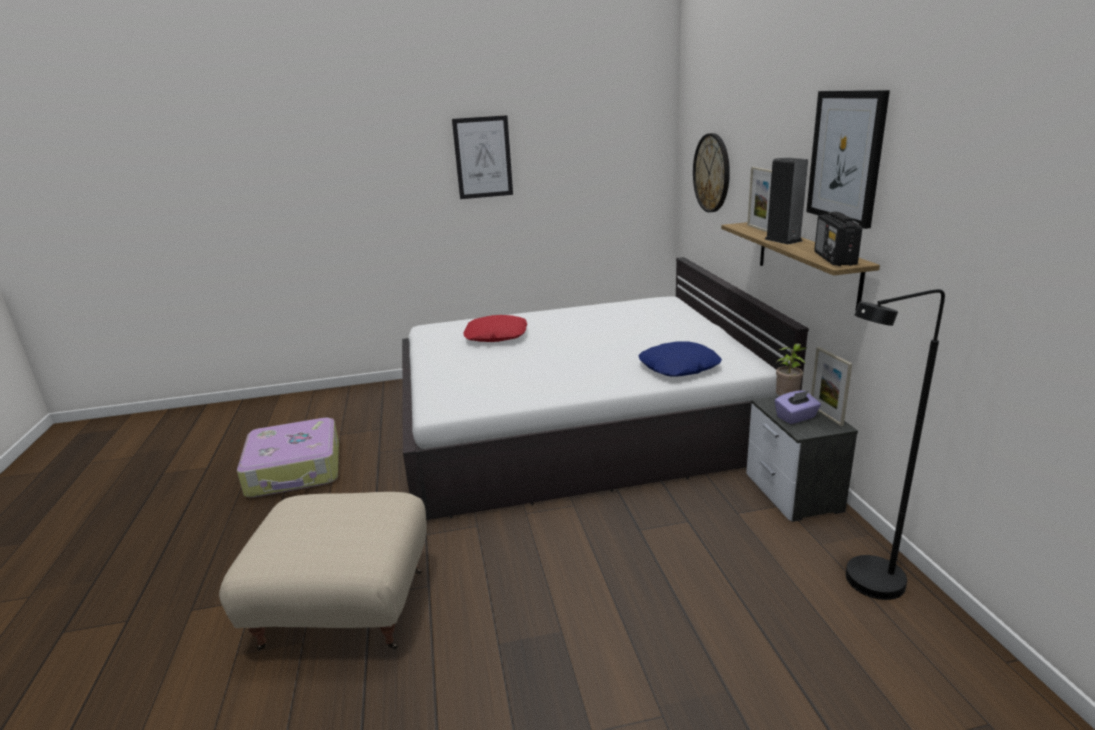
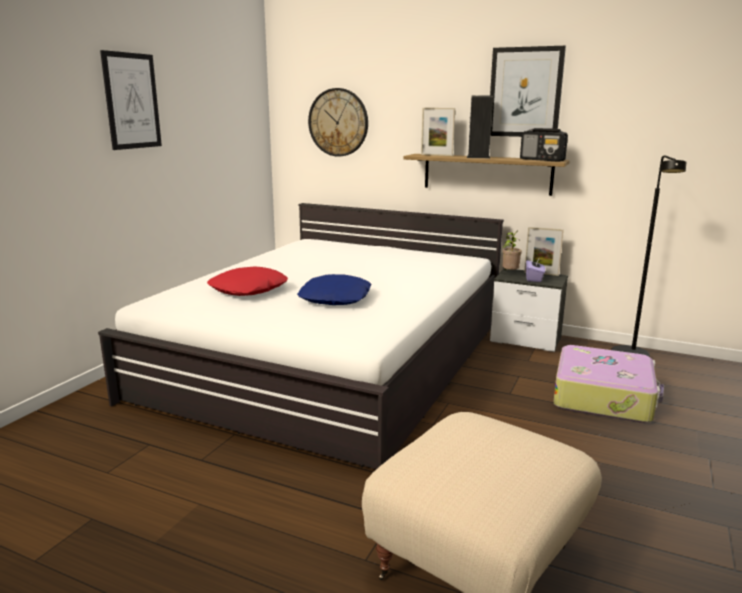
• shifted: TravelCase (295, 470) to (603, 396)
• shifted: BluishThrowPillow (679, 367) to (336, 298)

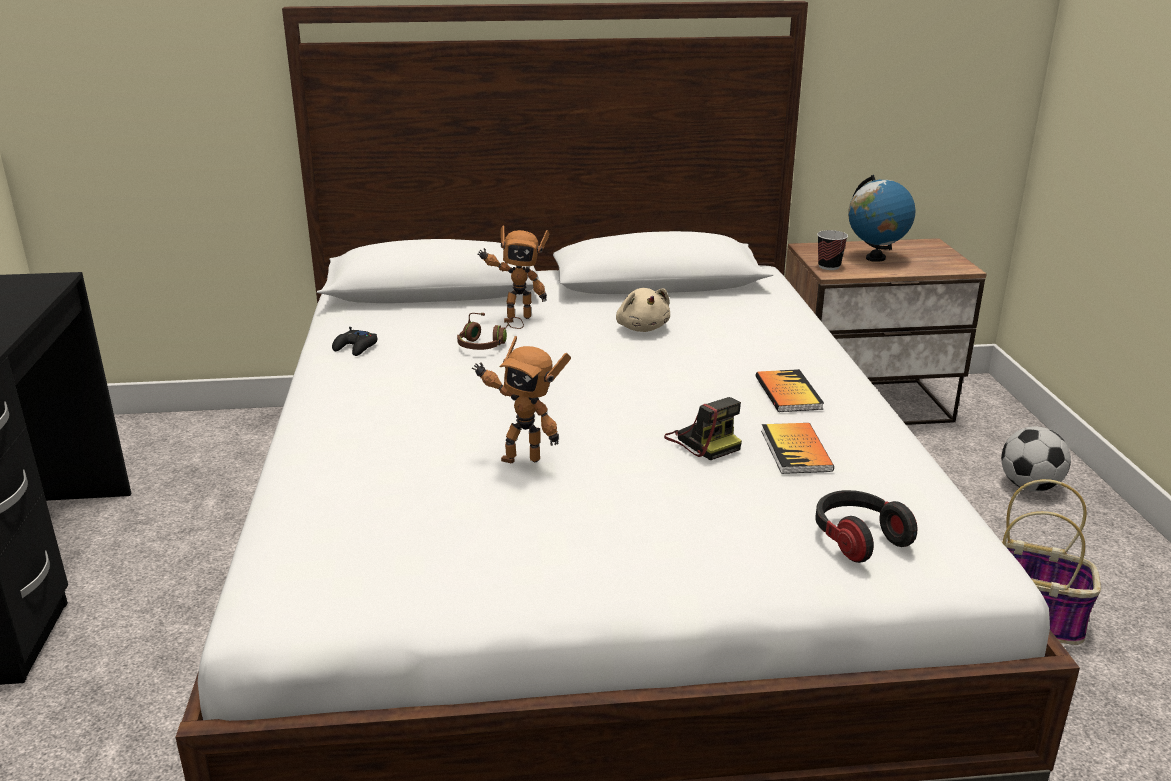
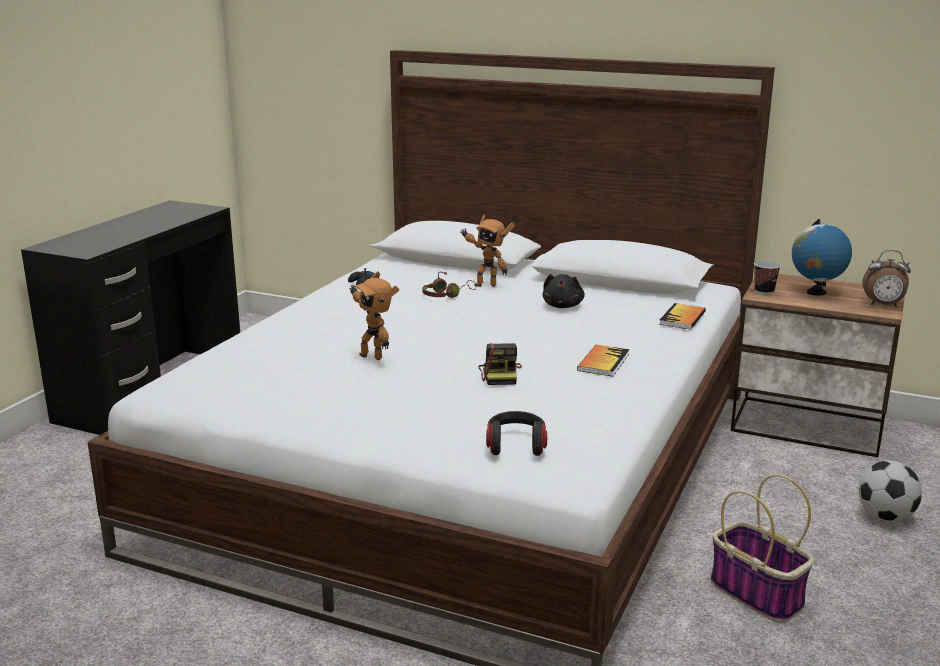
• new: TableClock (883, 305)
• shifted: Book (796, 450) to (682, 318)
• repainted: BeigePlushToy (642, 328) to BlackPlushToy (563, 306)

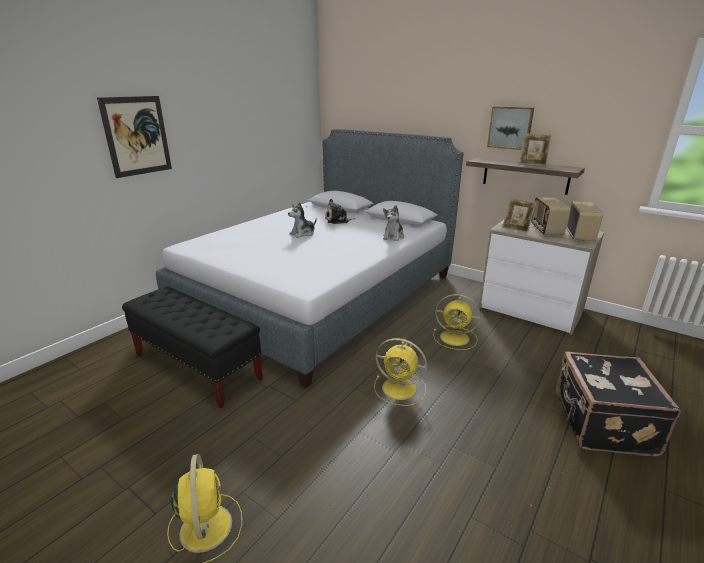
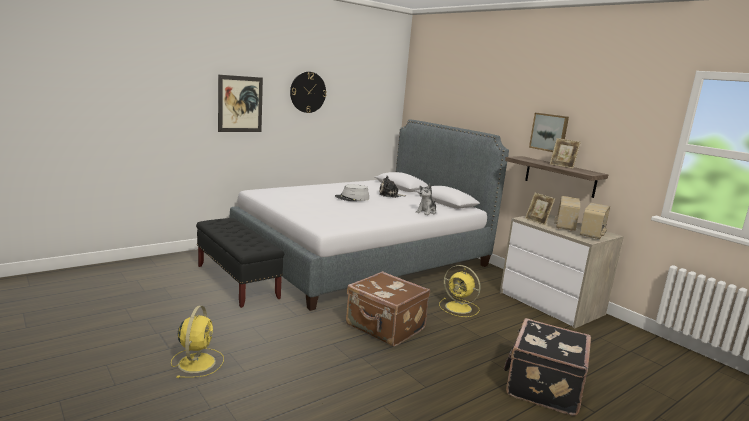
• new: ClockOnTheWall (308, 92)
• swapped: PlushToy (303, 233) to GreyishHat (352, 198)
• swapped: YellowishElectricFan (401, 389) to BrownColouredTravelCase (385, 327)

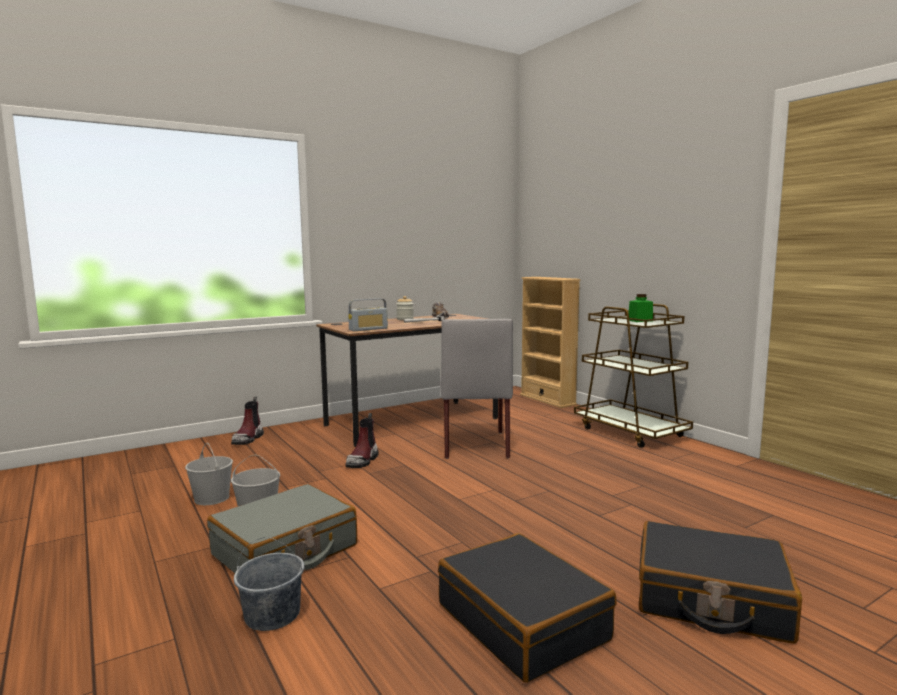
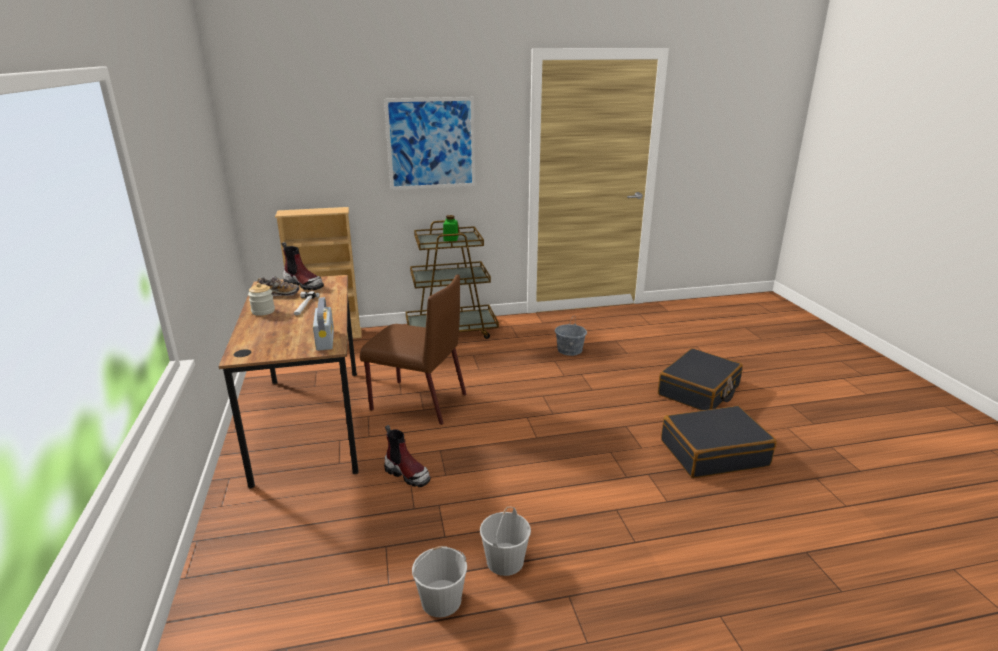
• gone: GreyishTravelCase (285, 551)
• new: Picture (431, 143)
• shifted: Boot (248, 439) to (304, 285)
• shifted: GreyishPail (273, 615) to (569, 350)
• repainted: GreyishChair (475, 444) to BrownColouredChair (417, 402)

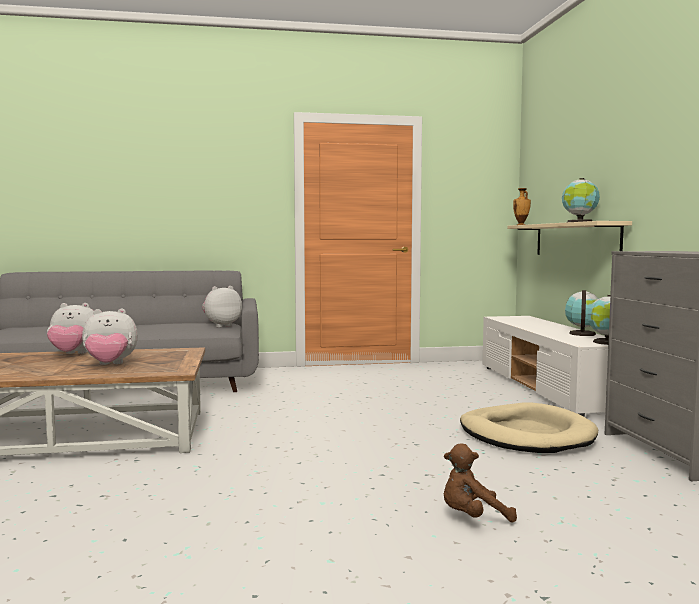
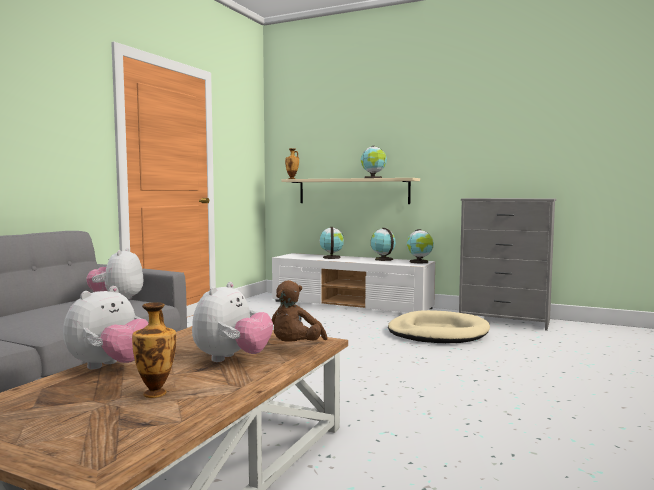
• new: DecorativeVase (156, 393)
• new: WorldGlobe (331, 257)
• shifted: BrownColouredPlushToy (472, 517) to (295, 347)

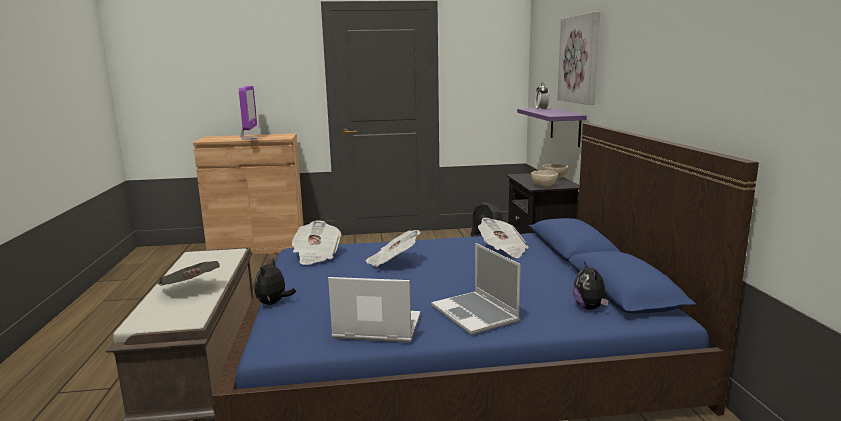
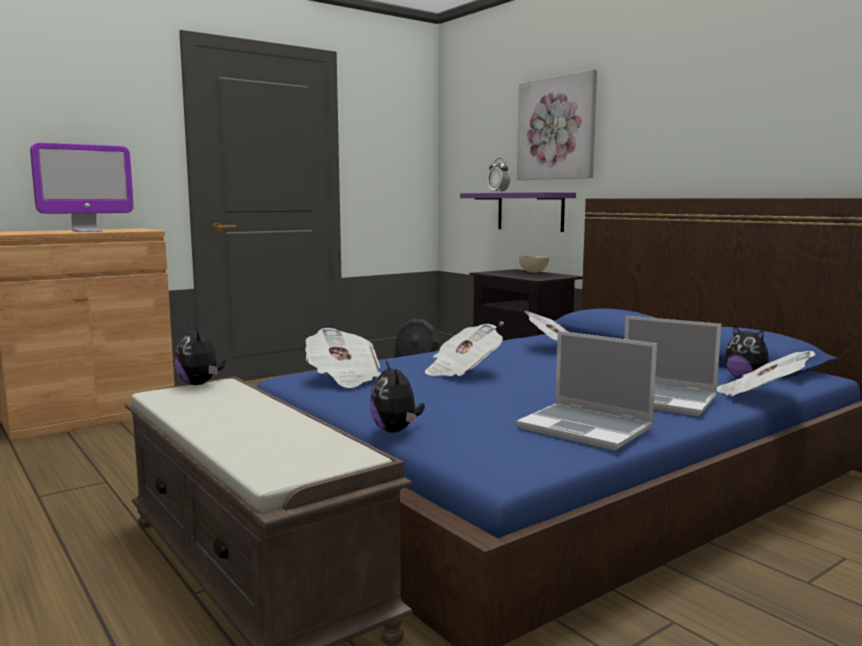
• gone: BeigeServingBowl (544, 186)
• new: PlushToy (200, 384)
• shifted: DailyPaper (191, 289) to (760, 396)
• rotated: ComputerScreen (249, 138) = (87, 231) 90 degrees clockwise
• rotated: NotebookComputer (376, 328) = (587, 428) 120 degrees counterclockwise

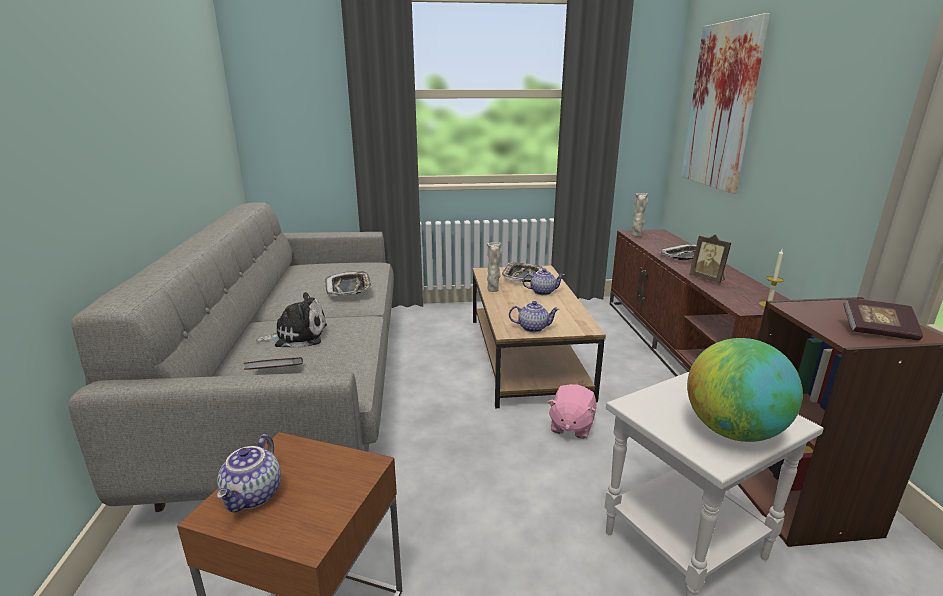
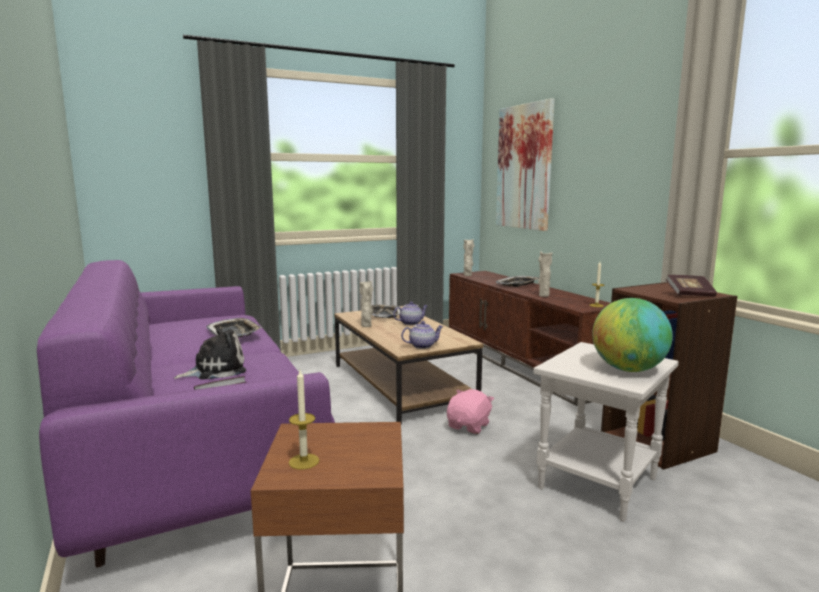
• swapped: TeaPot (254, 496) to Candle (304, 461)
• swapped: PhotoFrame (708, 279) to BeigeDecorativeVase (543, 295)
• repainted: GreyishSettee (301, 388) to PurplishSettee (194, 440)
• rotated: PinkishPlushToy (571, 426) = (469, 426) 150 degrees counterclockwise

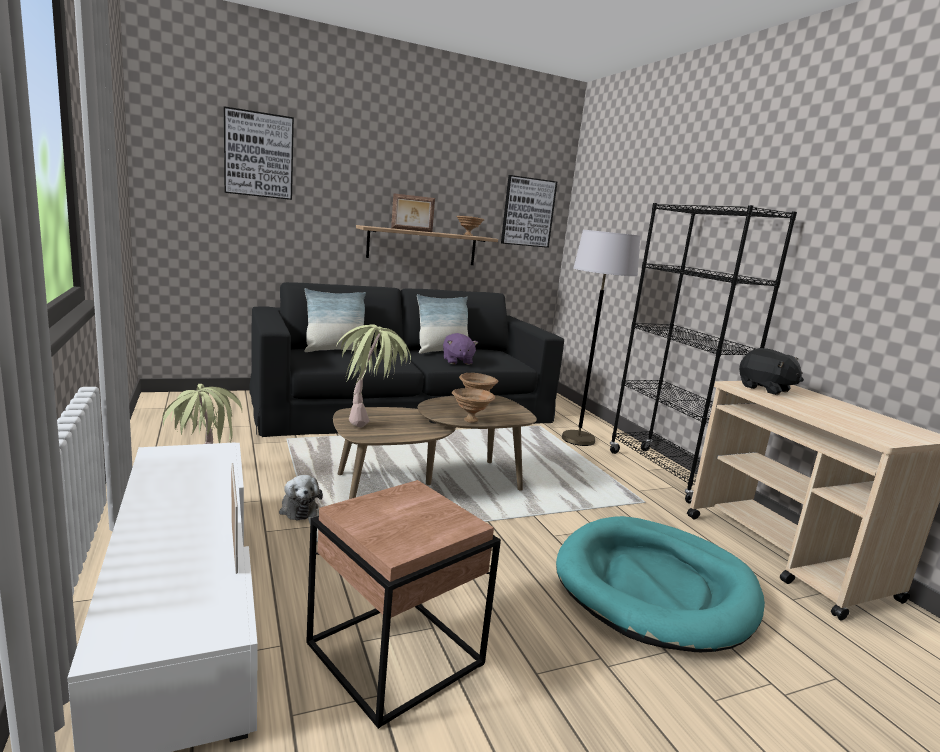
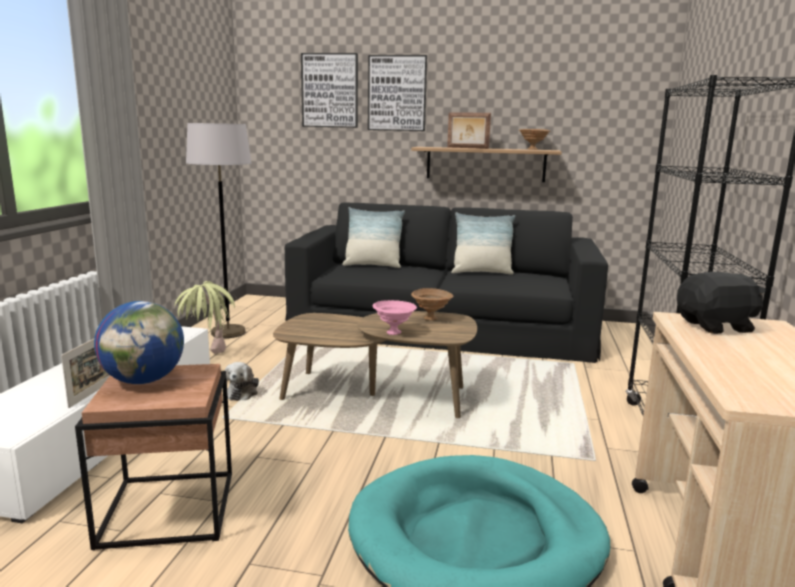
• gone: PlantInAPot (371, 419)
• gone: PurplishPlushToy (457, 361)
• new: WorldGlobe (144, 380)
• shifted: Picture (528, 212) to (397, 93)
• shifted: GreyishFloorLamp (578, 439) to (228, 332)
• repainted: BrownColouredServingBowl (470, 420) to PinkishServingBowl (393, 332)
• rotated: BlackPlushToy (765, 389) = (716, 326) 90 degrees counterclockwise

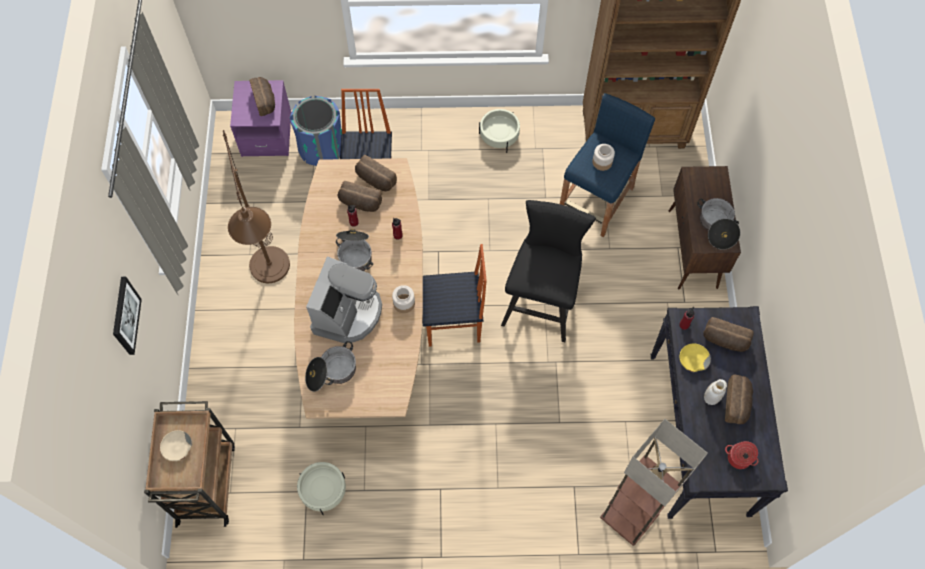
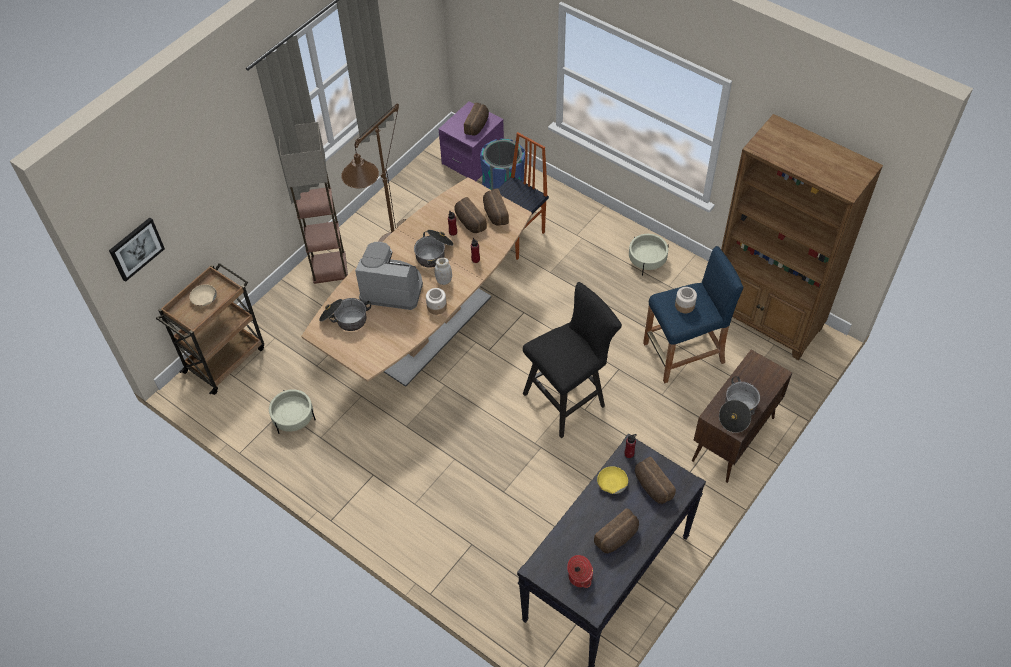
• gone: Chair (453, 324)
• shifted: Picture (125, 316) to (136, 248)
• shifted: FloorLamp (628, 516) to (328, 267)
• shifted: WhitishPreserveJar (711, 398) to (444, 280)
• rotated: CoffeeMachine (347, 313) = (392, 288) 135 degrees counterclockwise

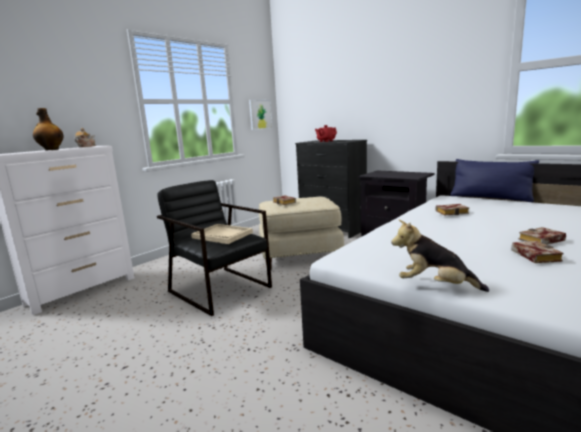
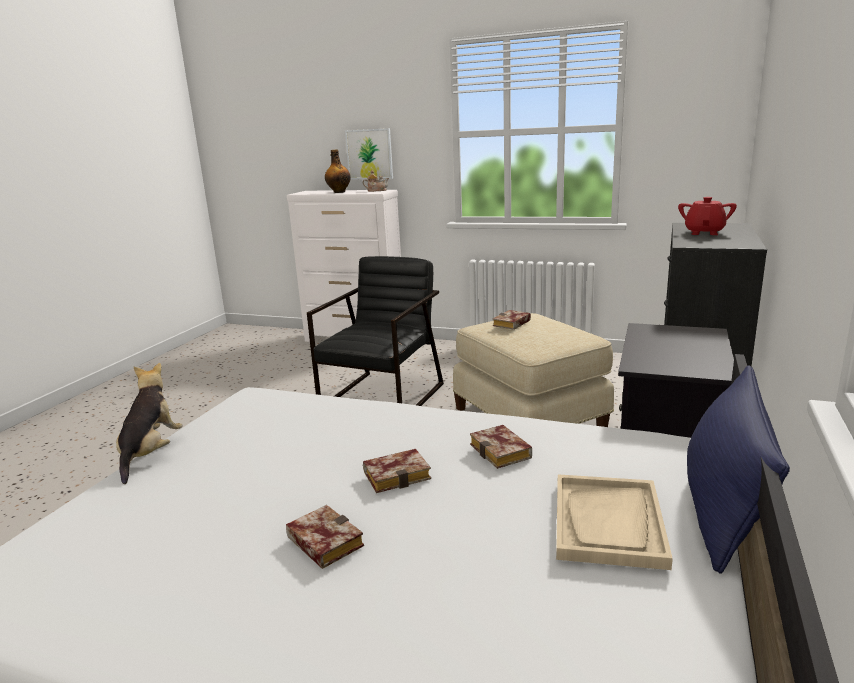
• shifted: BeigeServingTray (222, 235) to (608, 523)
• shifted: Picture (260, 114) to (369, 154)
• shifted: Book (533, 255) to (398, 475)

